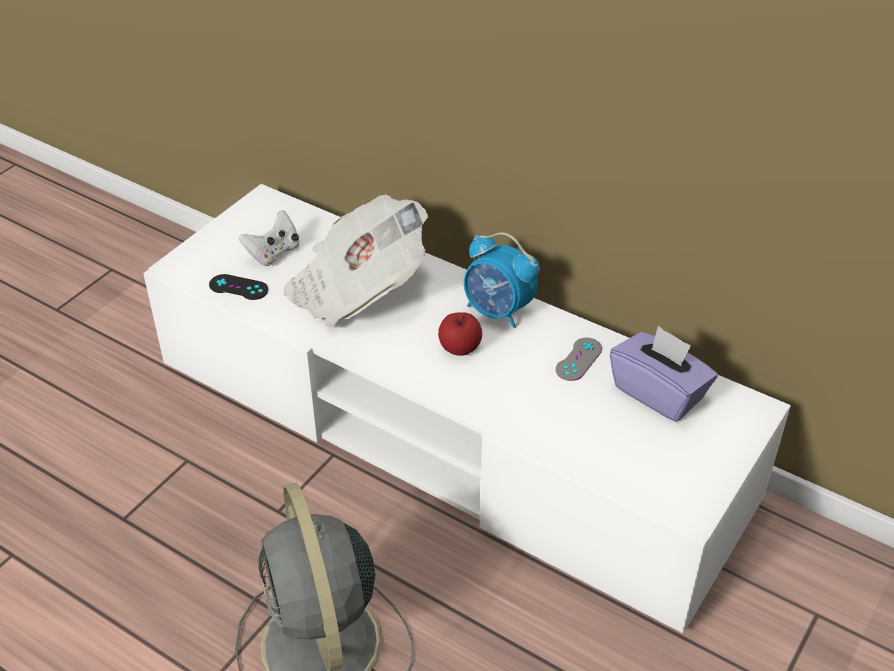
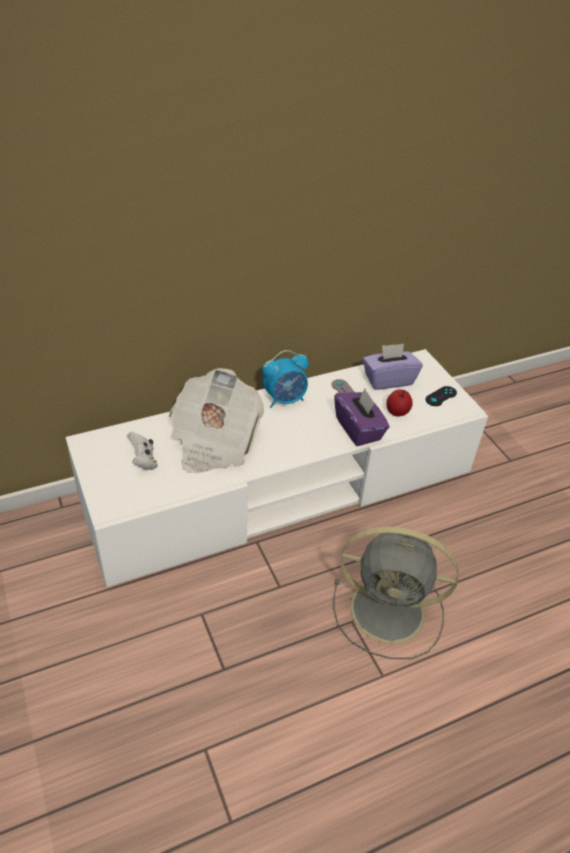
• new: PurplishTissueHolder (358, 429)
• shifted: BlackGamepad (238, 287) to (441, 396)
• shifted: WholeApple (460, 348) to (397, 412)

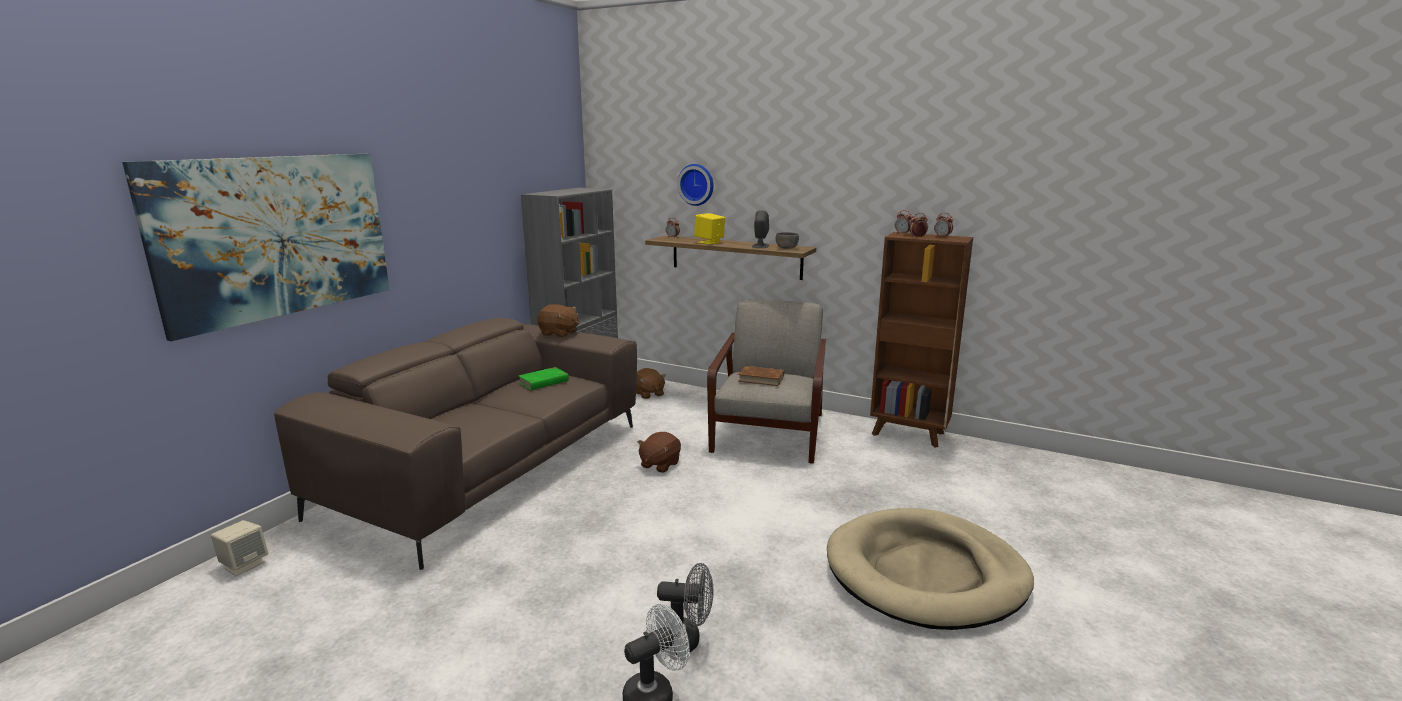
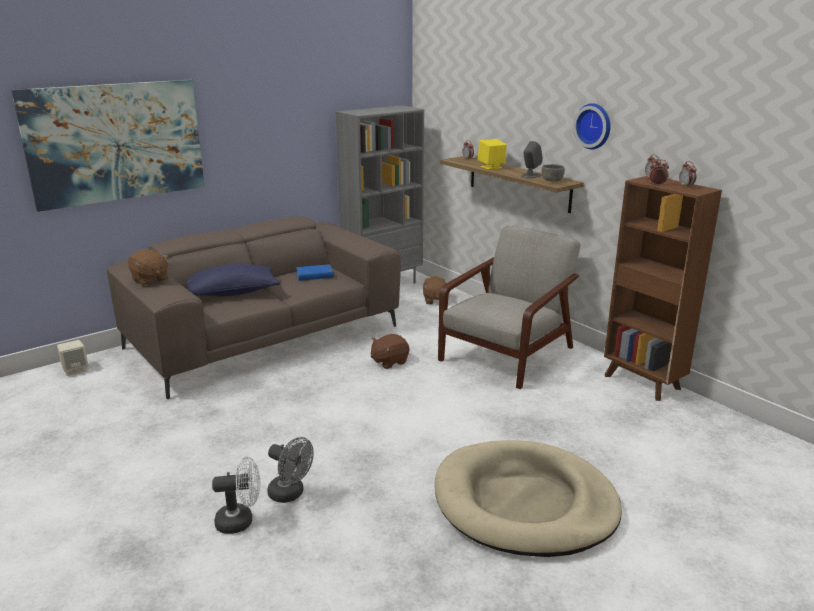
• gone: BrownColouredBook (761, 379)
• new: BluishThrowPillow (232, 293)
• shifted: BrownColouredPlushToy (559, 333) to (150, 280)
• shifted: ClockOnTheWall (697, 184) to (594, 126)
• repainted: GreenColouredBook (544, 382) to BluishBook (315, 275)

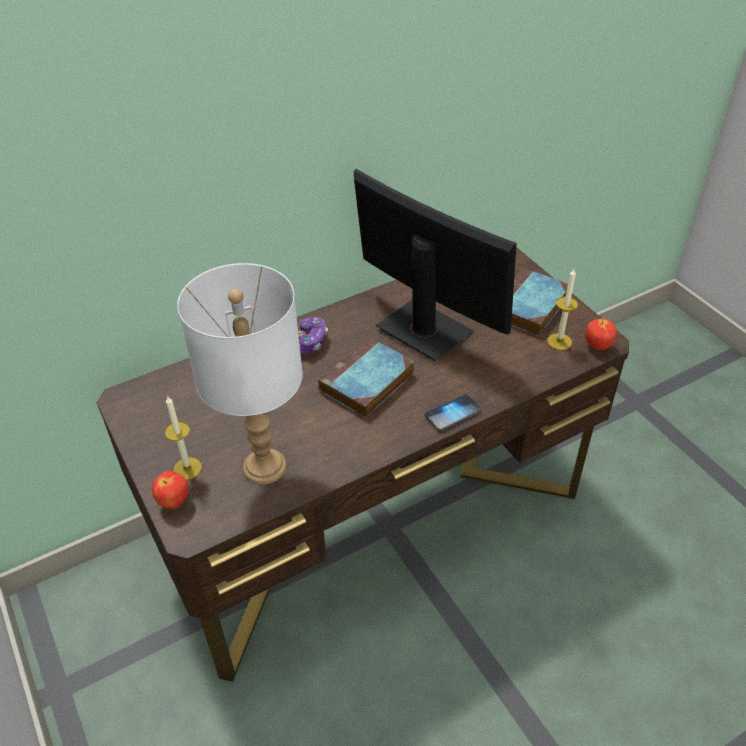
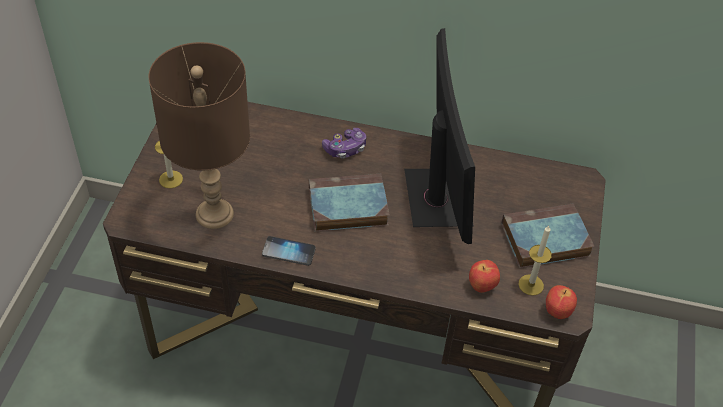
• shifted: WholeApple (174, 502) to (482, 286)
• shifted: Handset (453, 413) to (289, 252)
• repainted: WhitishLampForATable (265, 467) to BrownColouredLampForATable (214, 214)

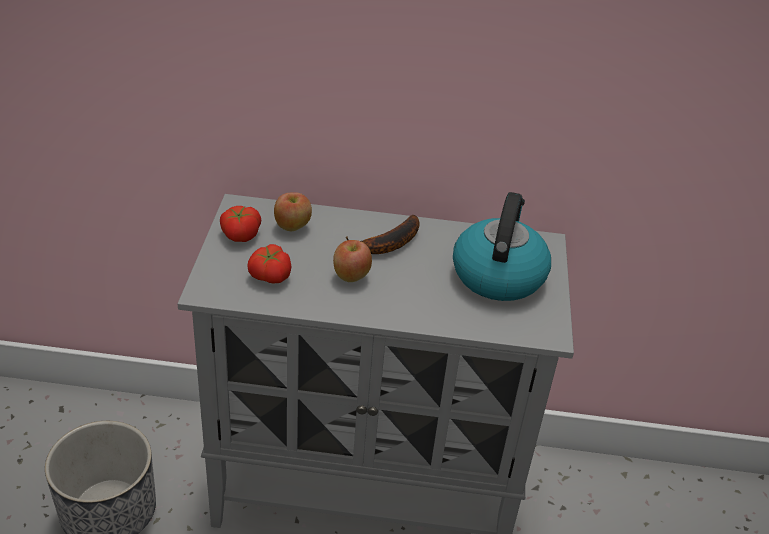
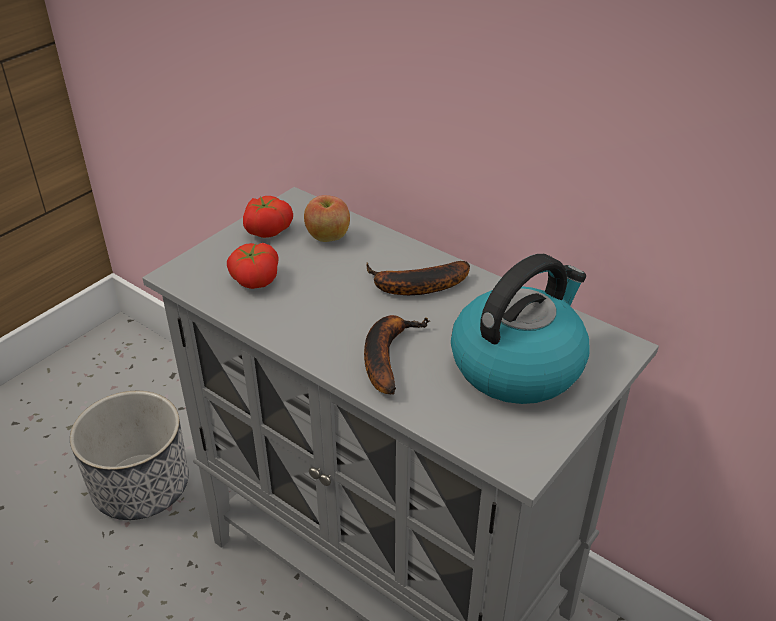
• gone: WholeApple (351, 276)
• new: WholeBanana (386, 355)

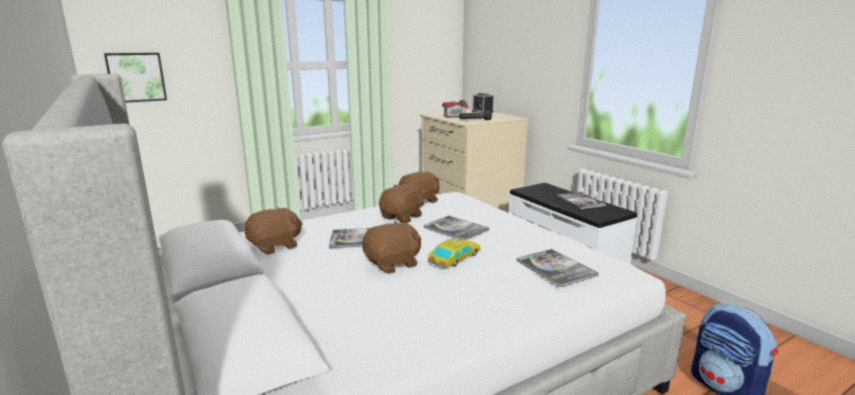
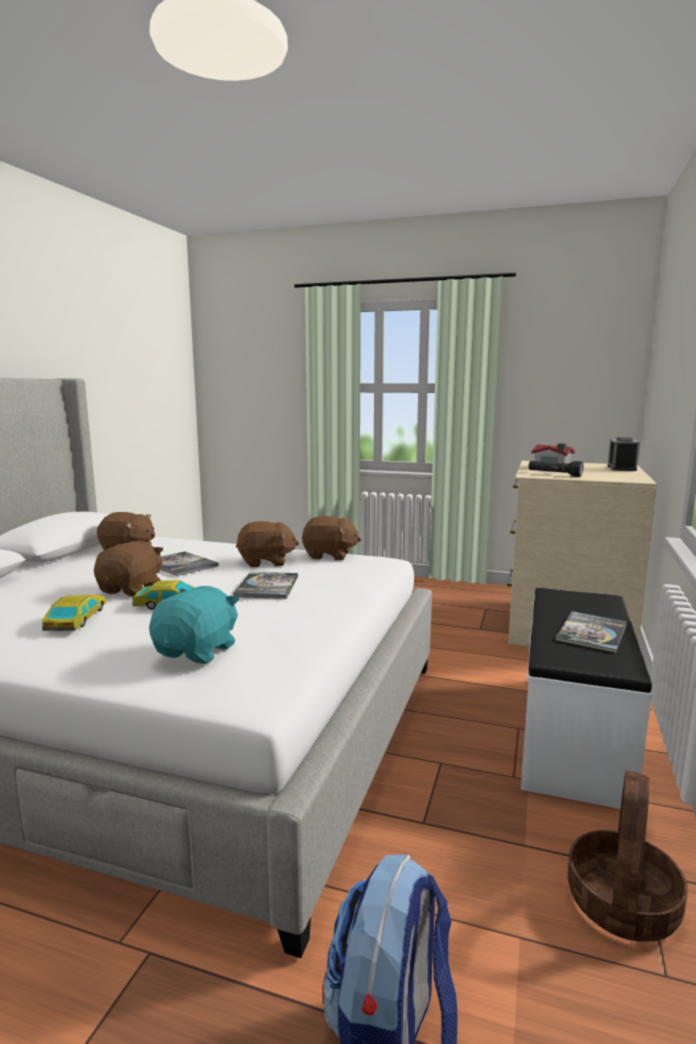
• gone: Picture (136, 77)
• new: ToyCar (76, 619)
• new: Basket (623, 904)
• swapped: Book (555, 268) to TurquoiseColouredPlushToy (198, 651)
• rotated: BrownColouredPlushToy (393, 264) = (132, 589) 90 degrees counterclockwise

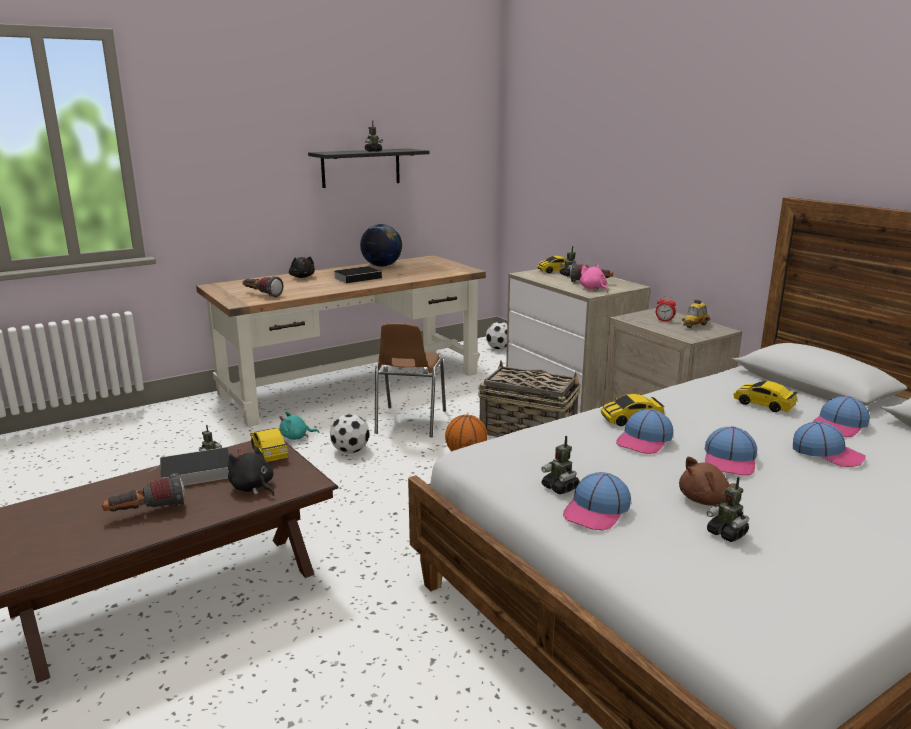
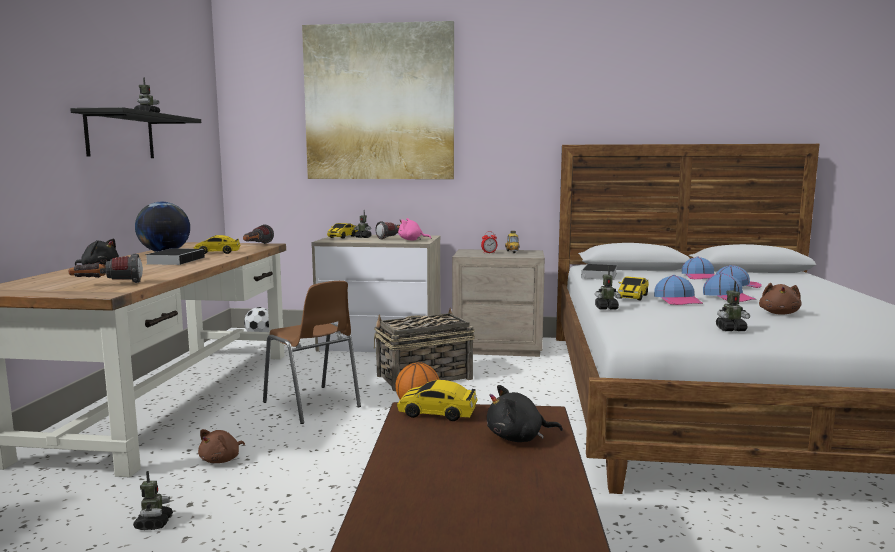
• gone: Football (350, 451)
• gone: BaseballCap (597, 511)
• new: Picture (379, 103)
• shifted: Torch (146, 512) to (256, 245)
• shifted: Book (194, 473) to (599, 275)
• shifted: ModelRobot (727, 533) to (606, 308)
• shifted: ToyCar (763, 404) to (217, 252)
• repainted: TurquoiseColouredPlushToy (296, 437) to BrownColouredPlushToy (222, 460)

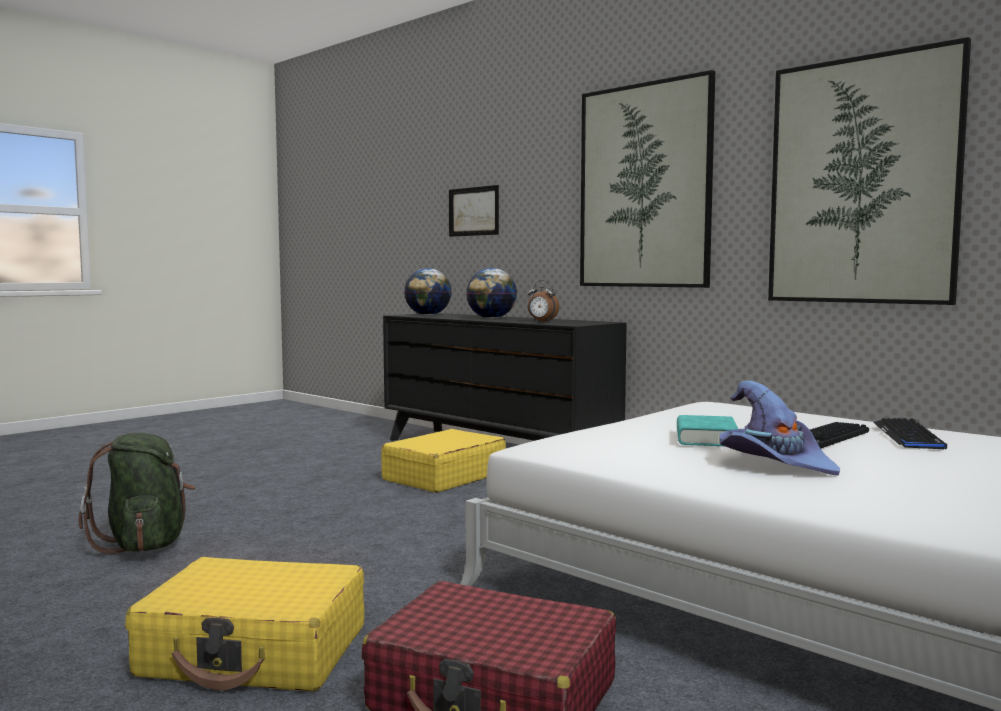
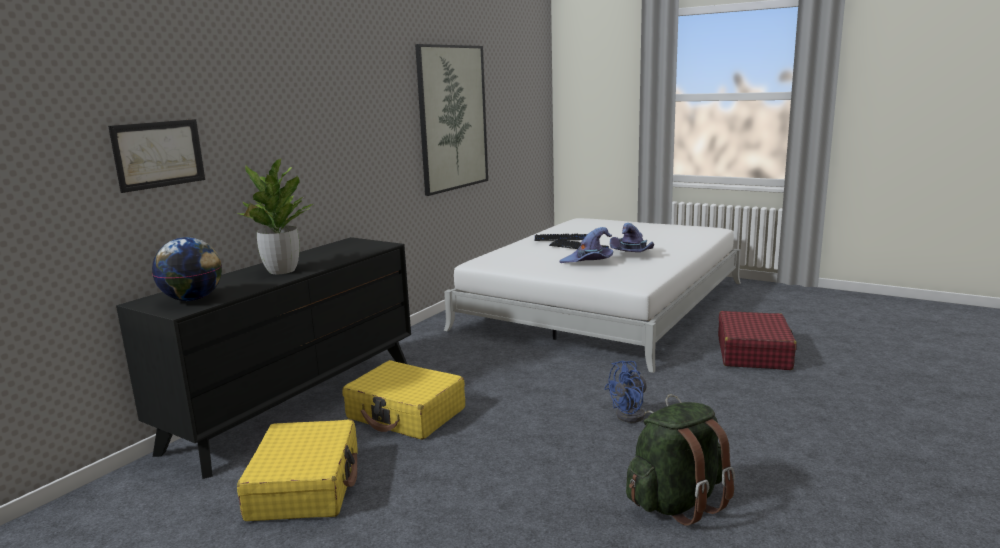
• gone: TableClock (541, 321)
• gone: Picture (644, 186)
• new: BluishElectricFan (637, 417)
• shifted: YellowishTravelCase (255, 651) to (305, 485)
• swapped: WorldGlobe (491, 318) to PlantInAPot (281, 271)
• swapped: TurquoiseColouredBook (705, 438) to PurplishHat (589, 262)

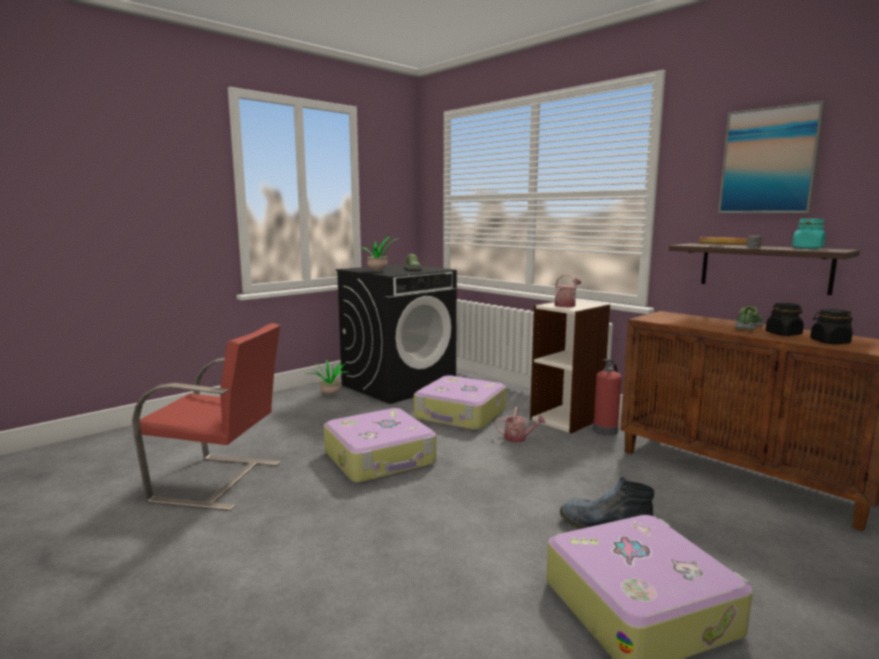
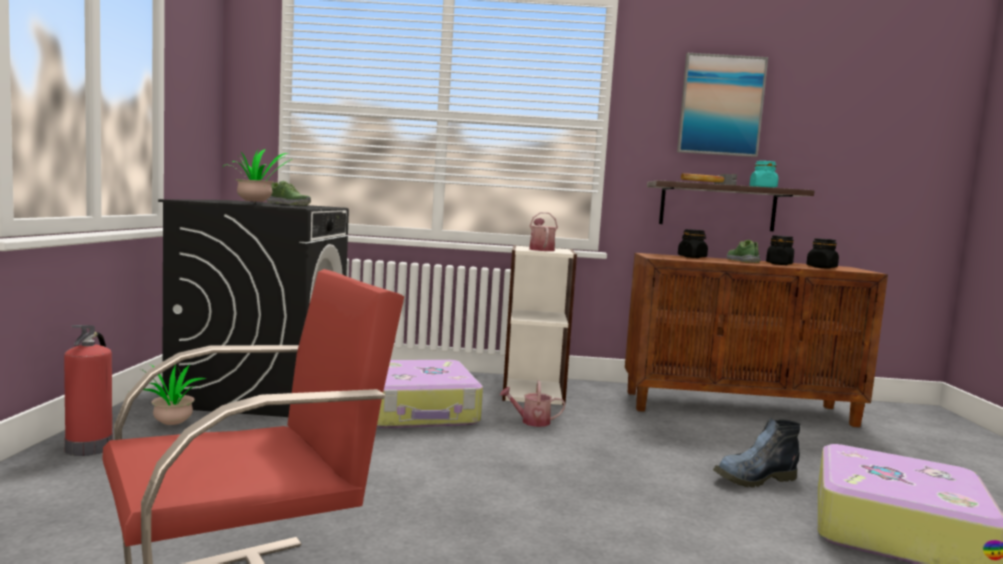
• gone: TravelCase (380, 459)
• new: BlackPreserveJar (692, 257)
• shifted: FireFightingCylinder (606, 430) to (90, 447)
• rotated: WateringPot (518, 438) = (531, 421) 150 degrees counterclockwise

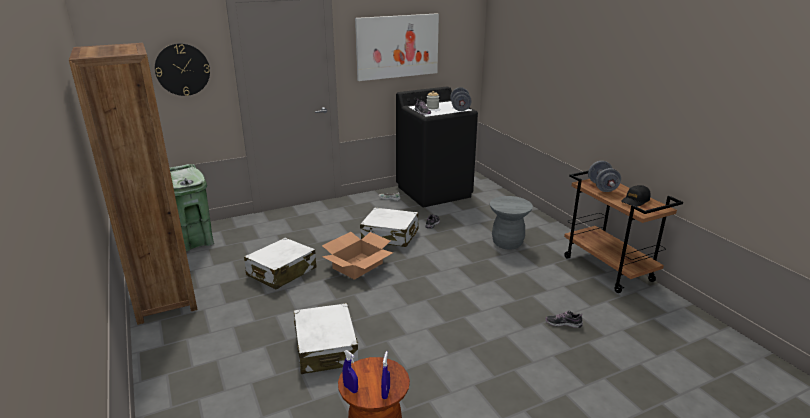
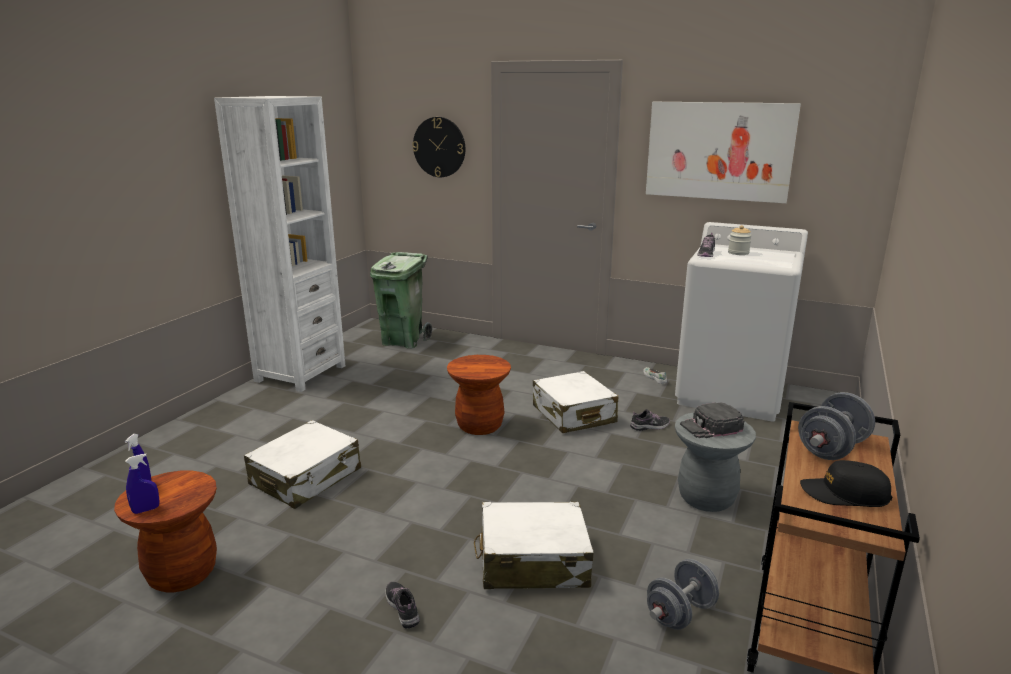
• new: BlackBaseballCap (711, 427)
• shifted: WhitishTravelCase (281, 272) to (532, 561)
• shifted: GreyishDumbbell (460, 108) to (680, 613)
• shifted: LowShoe (563, 323) to (402, 608)
• swapped: PackingBox (358, 266) to BrownColouredStool (479, 426)
• repainted: BrownColouredBookshelf (165, 299) to WhitishBookshelf (300, 373)
• repainted: BlackLaundryMachine (434, 191) to WhitishLaundryMachine (731, 394)

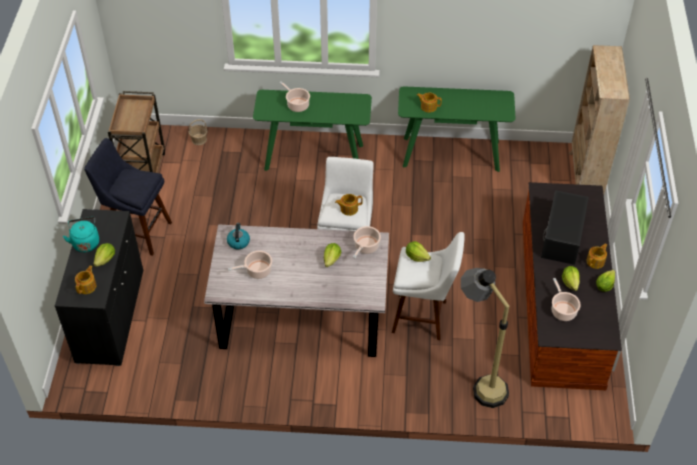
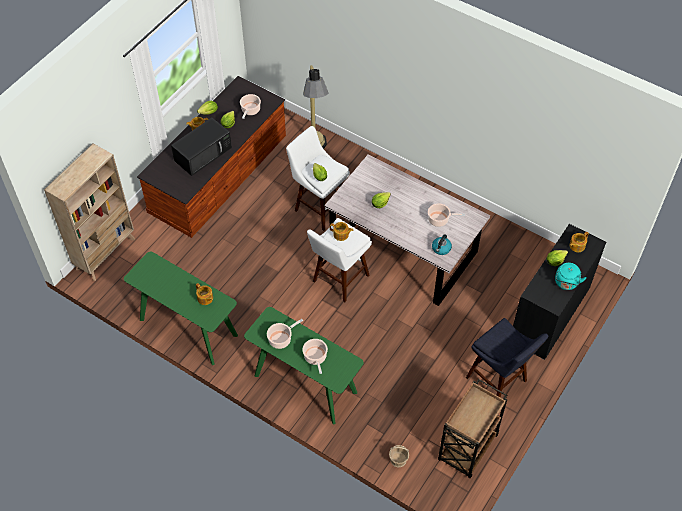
• shifted: CookingPot (366, 247) to (281, 339)

